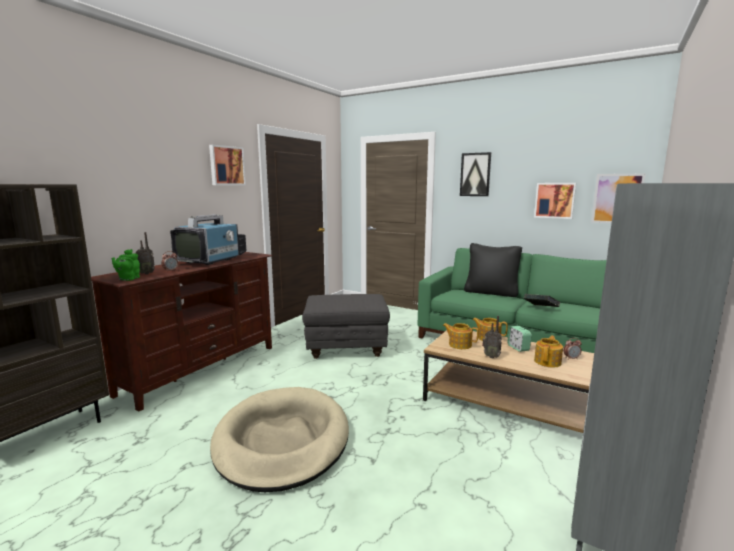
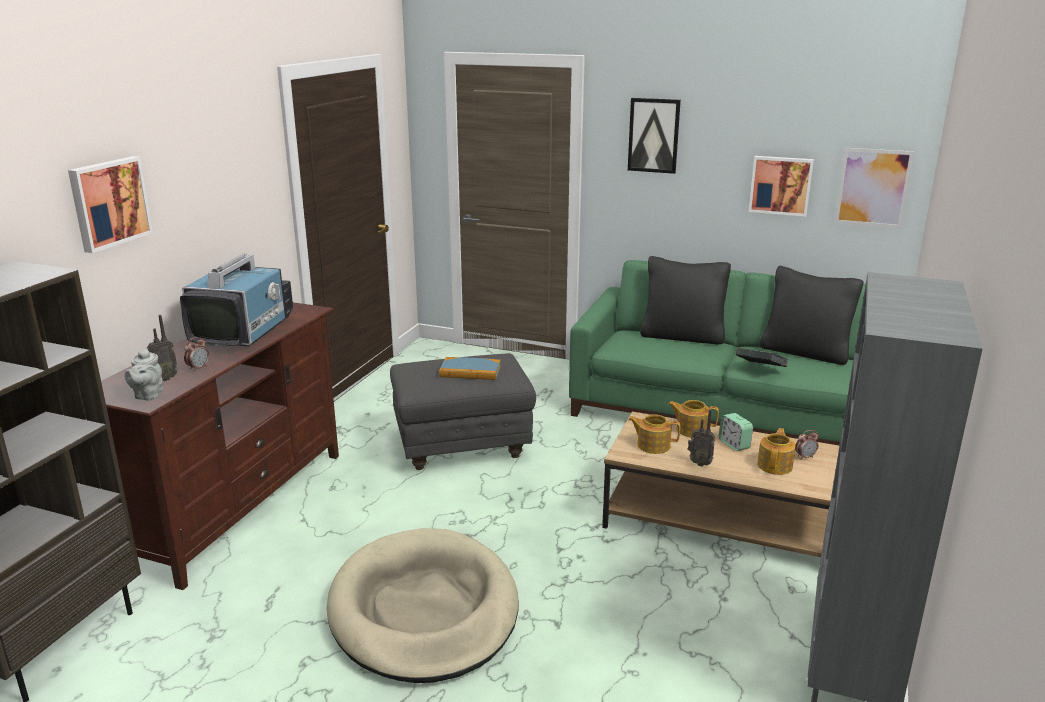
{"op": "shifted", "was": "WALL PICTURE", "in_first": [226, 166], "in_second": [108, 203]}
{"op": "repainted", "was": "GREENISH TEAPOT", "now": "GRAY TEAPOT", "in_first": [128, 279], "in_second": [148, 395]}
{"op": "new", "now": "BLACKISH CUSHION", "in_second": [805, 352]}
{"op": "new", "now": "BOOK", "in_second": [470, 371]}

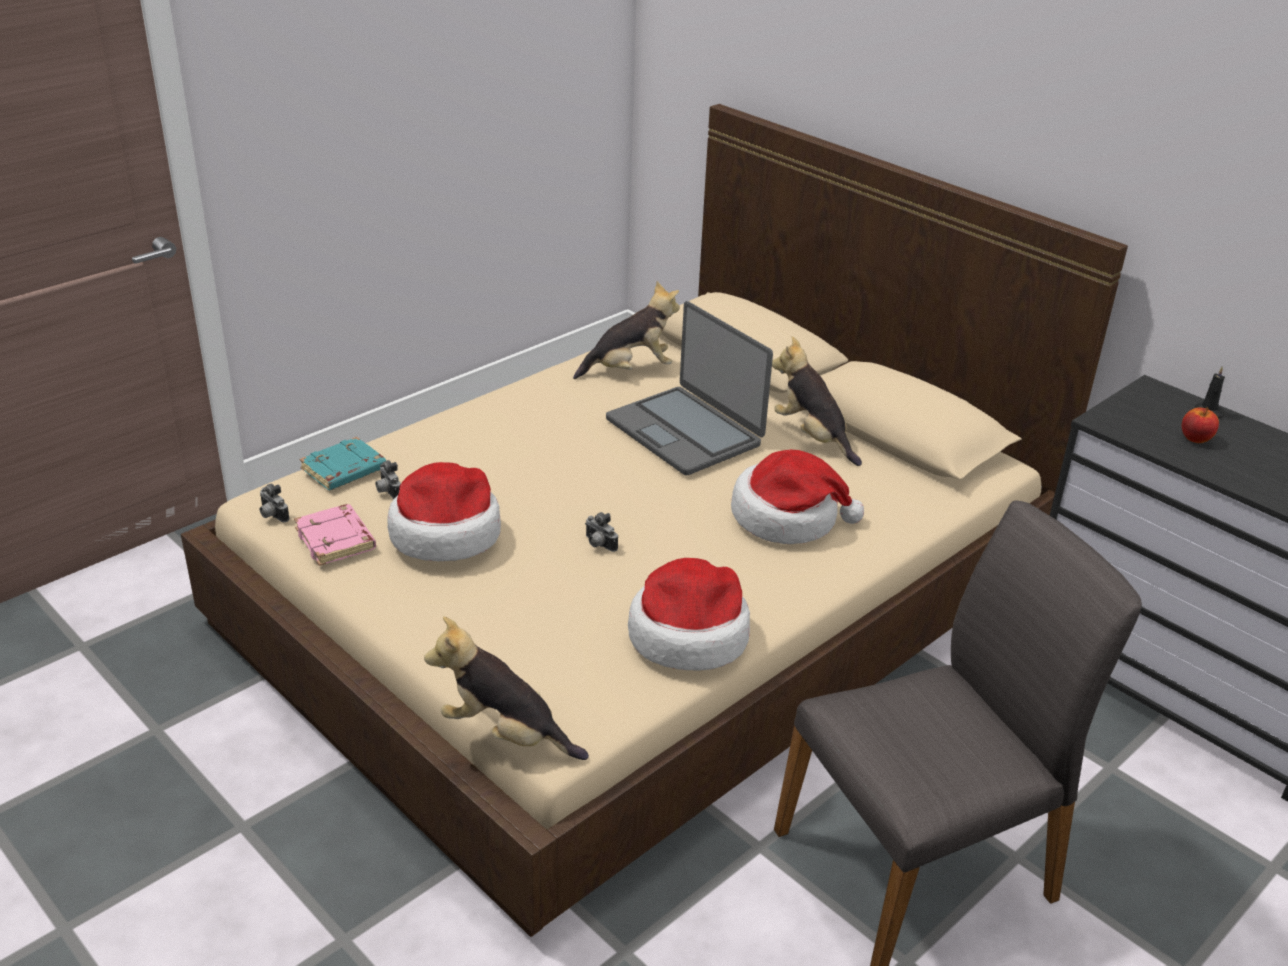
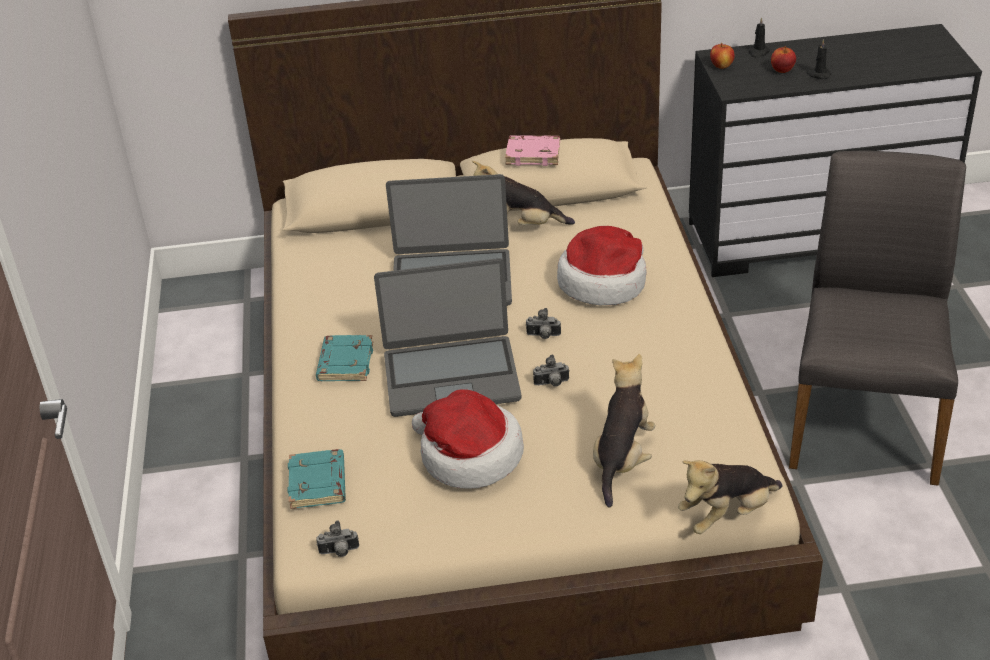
{"op": "shifted", "was": "CUDDLY TOY", "in_first": [630, 370], "in_second": [622, 459]}
{"op": "shifted", "was": "STILL CAMERA", "in_first": [387, 491], "in_second": [543, 336]}
{"op": "shifted", "was": "PINK-COLOURED BOOK", "in_first": [337, 540], "in_second": [534, 154]}
{"op": "gone", "was": "HAT", "in_first": [688, 635]}
{"op": "new", "now": "BLACKISH WAX CANDLE", "in_second": [818, 75]}
{"op": "new", "now": "WHOLE APPLE", "in_second": [721, 66]}
{"op": "new", "now": "LAPTOP", "in_second": [451, 376]}
{"op": "new", "now": "BLUE-GREEN BOOK", "in_second": [344, 362]}

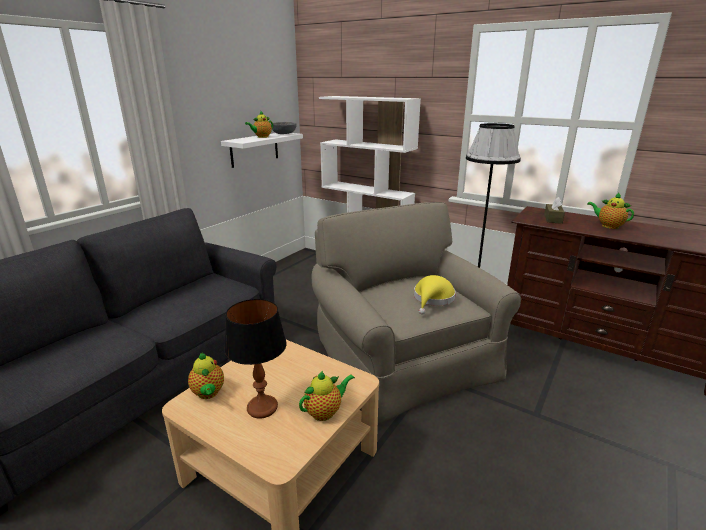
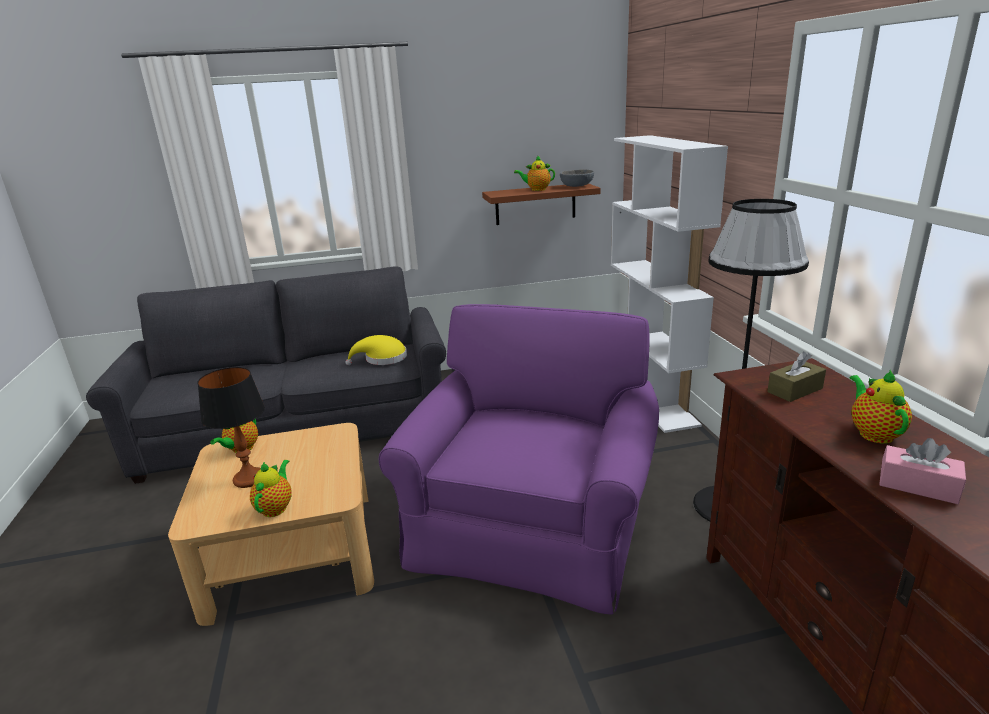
{"op": "repainted", "was": "WHITE SHELF", "now": "BROWN SHELF", "in_first": [254, 149], "in_second": [535, 204]}
{"op": "repainted", "was": "SAND-COLOURED LOUNGE CHAIR", "now": "PURPLE LOUNGE CHAIR", "in_first": [403, 357], "in_second": [532, 520]}
{"op": "shifted", "was": "YELLOW HAT", "in_first": [433, 299], "in_second": [382, 359]}
{"op": "rotated", "was": "TEAPOT", "in_first": [325, 412], "in_second": [276, 507], "clockwise": -90}
{"op": "new", "now": "PINK-COLOURED BOX OF TISSUES", "in_second": [918, 485]}

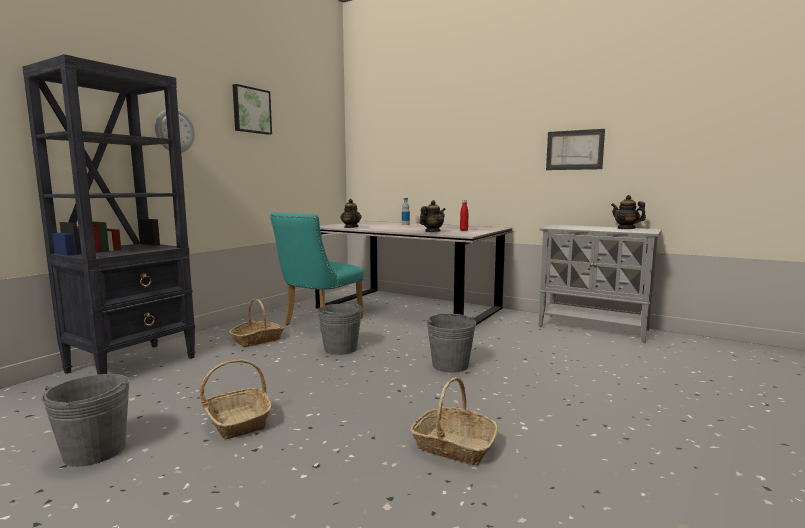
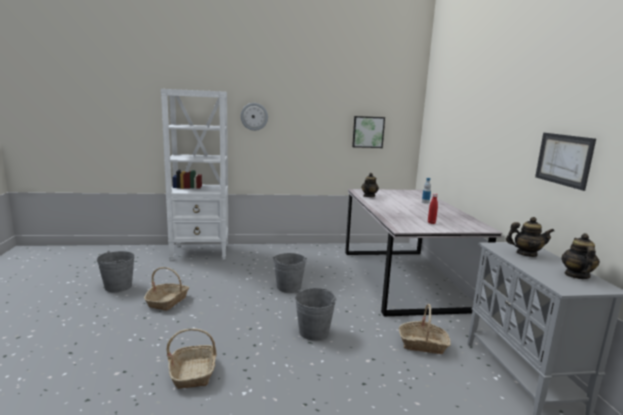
{"op": "repainted", "was": "BLACKISH SHELVING UNIT", "now": "WHITE SHELVING UNIT", "in_first": [133, 364], "in_second": [201, 252]}
{"op": "shifted", "was": "WALL PICTURE", "in_first": [251, 110], "in_second": [368, 132]}
{"op": "shifted", "was": "TEAPOT", "in_first": [432, 232], "in_second": [526, 254]}
{"op": "gone", "was": "BLUE-GREEN UPRIGHT CHAIR", "in_first": [319, 322]}
{"op": "shifted", "was": "BASKET", "in_first": [257, 340], "in_second": [423, 344]}

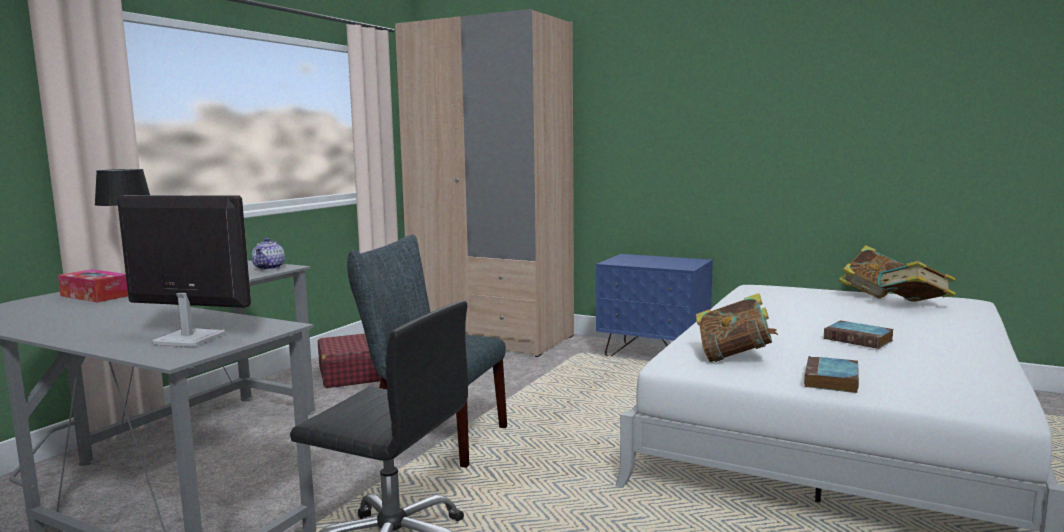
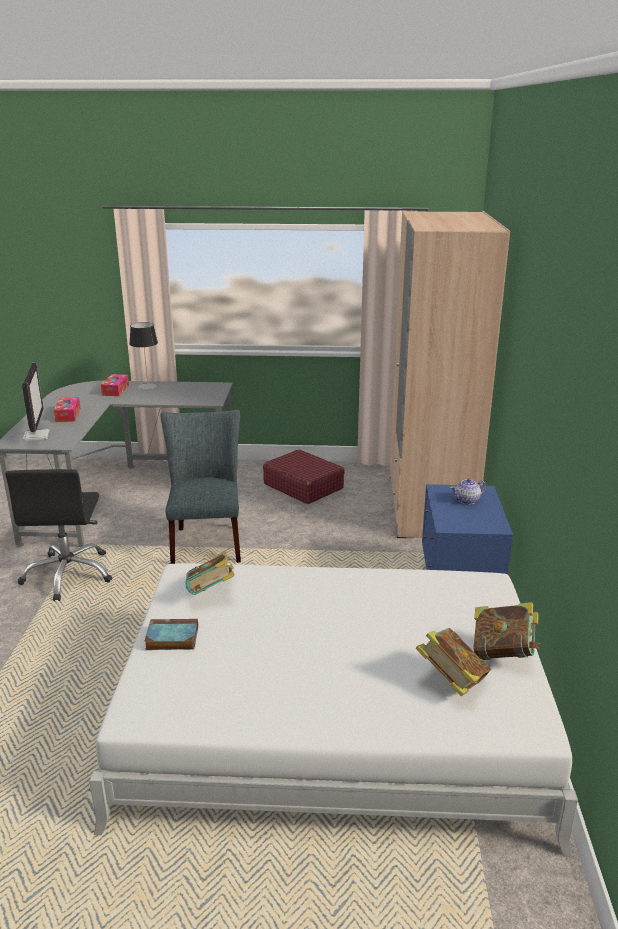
{"op": "shifted", "was": "TEAPOT", "in_first": [269, 268], "in_second": [467, 500]}
{"op": "gone", "was": "BOOK", "in_first": [860, 339]}
{"op": "new", "now": "BOX OF TISSUES", "in_second": [68, 415]}

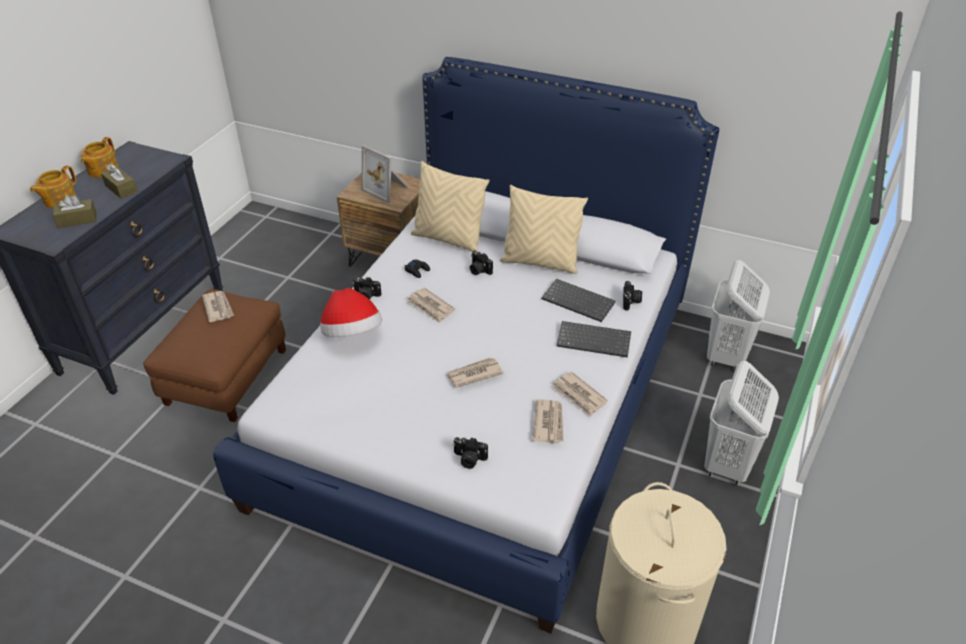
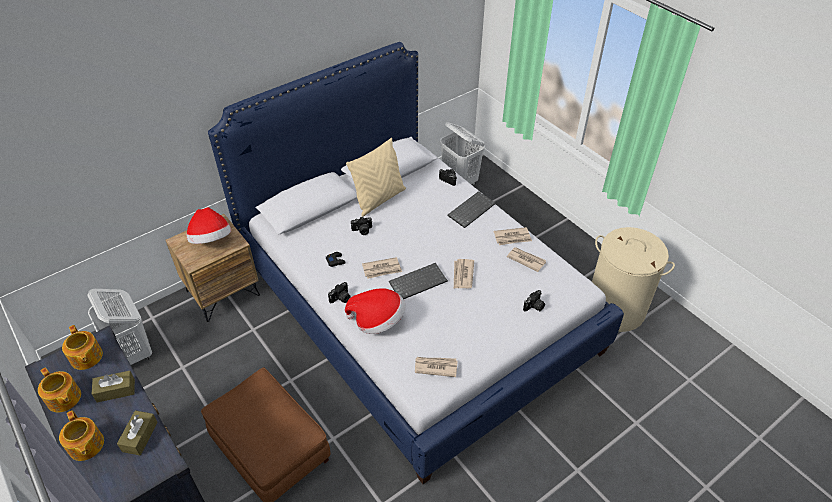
{"op": "swapped", "was": "PHOTO FRAME", "now": "HAT", "in_first": [387, 189], "in_second": [211, 240]}
{"op": "gone", "was": "SAND-COLOURED CUSHION", "in_first": [448, 239]}
{"op": "shifted", "was": "COMPUTER KEYBOARD", "in_first": [579, 301], "in_second": [418, 281]}
{"op": "shifted", "was": "PRINTED PAPER", "in_first": [218, 307], "in_second": [435, 367]}
{"op": "shifted", "was": "WHITE LAUNDRY BASKET", "in_first": [727, 464], "in_second": [134, 353]}
{"op": "new", "now": "TEAPOT", "in_second": [86, 358]}

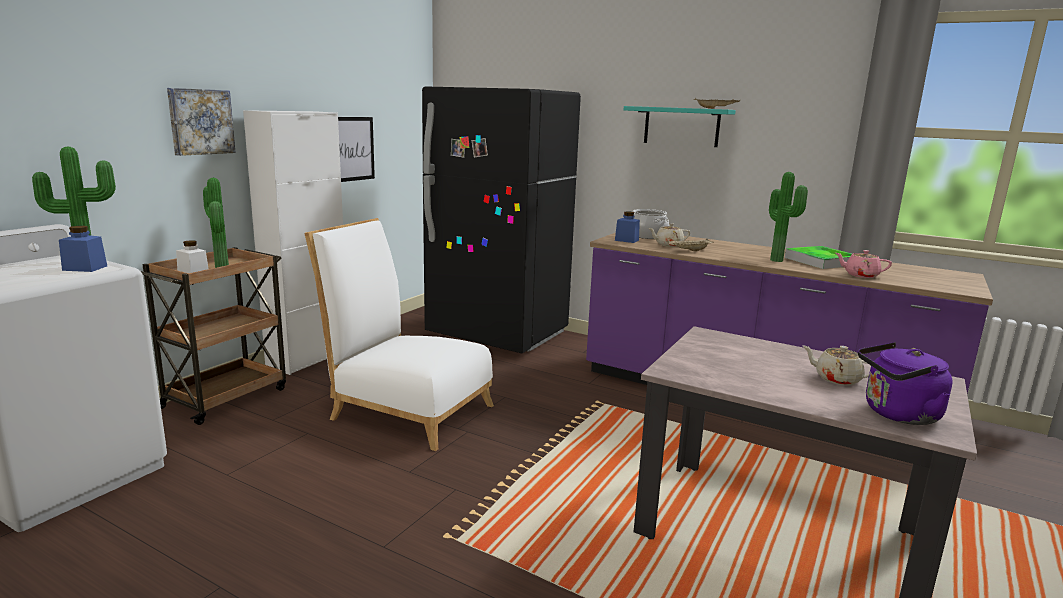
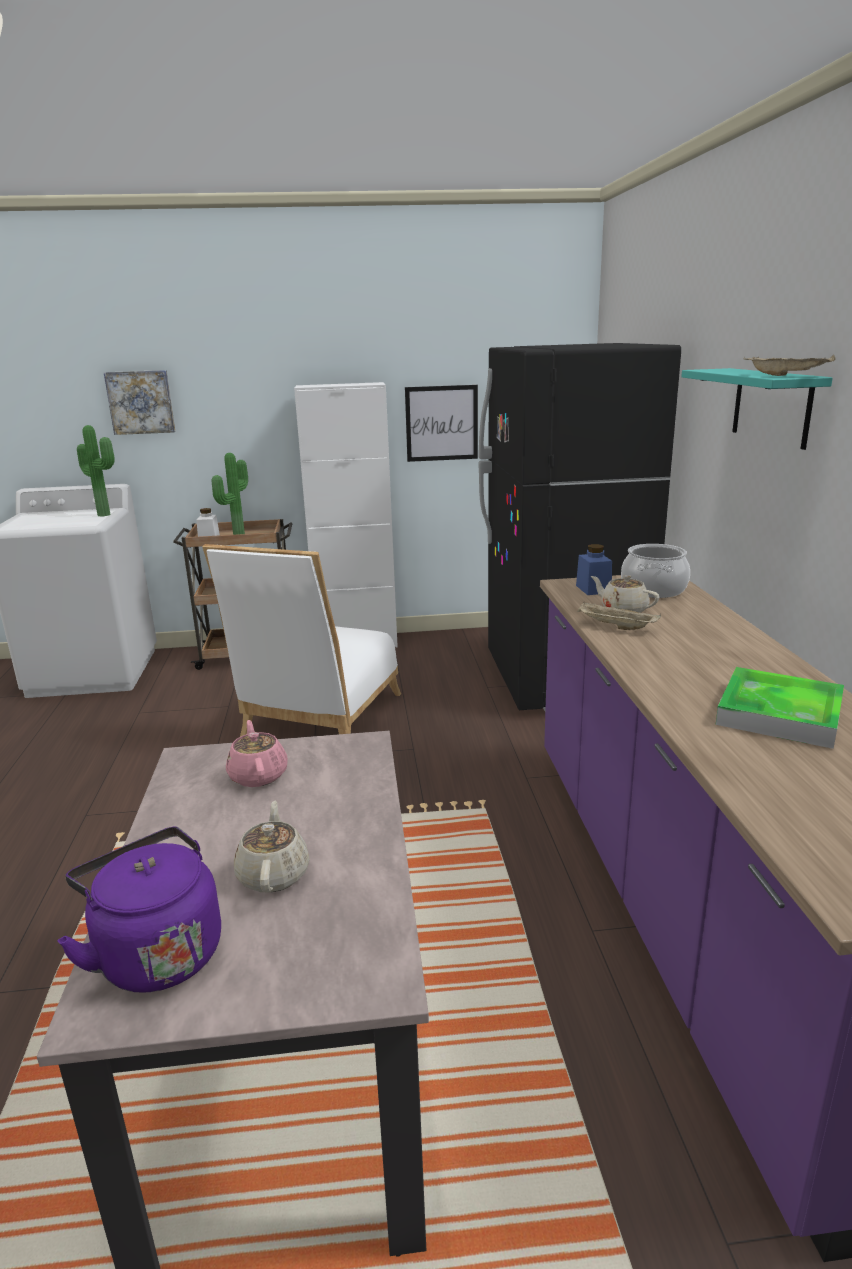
{"op": "shifted", "was": "WALL PICTURE", "in_first": [200, 121], "in_second": [141, 402]}
{"op": "gone", "was": "PLANT IN A POT", "in_first": [778, 260]}
{"op": "rotated", "was": "WHITE UPRIGHT CHAIR", "in_first": [405, 409], "in_second": [318, 719], "clockwise": -150}
{"op": "gone", "was": "BLUE-COLOURED JAR", "in_first": [85, 268]}
{"op": "shifted", "was": "PINK-COLOURED TEAPOT", "in_first": [860, 275], "in_second": [258, 775]}

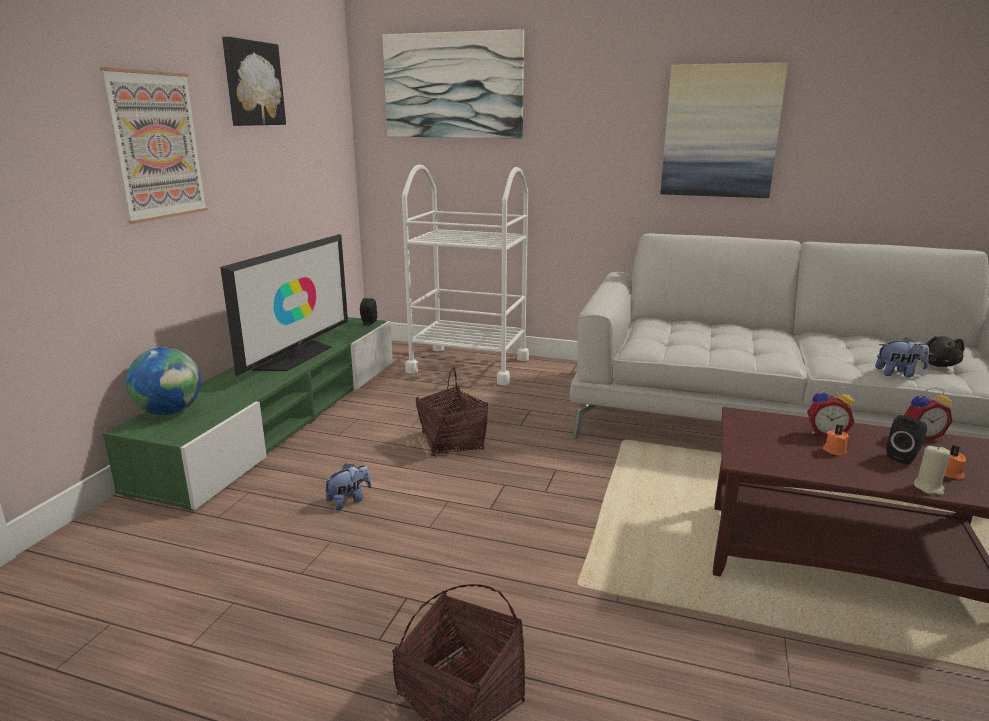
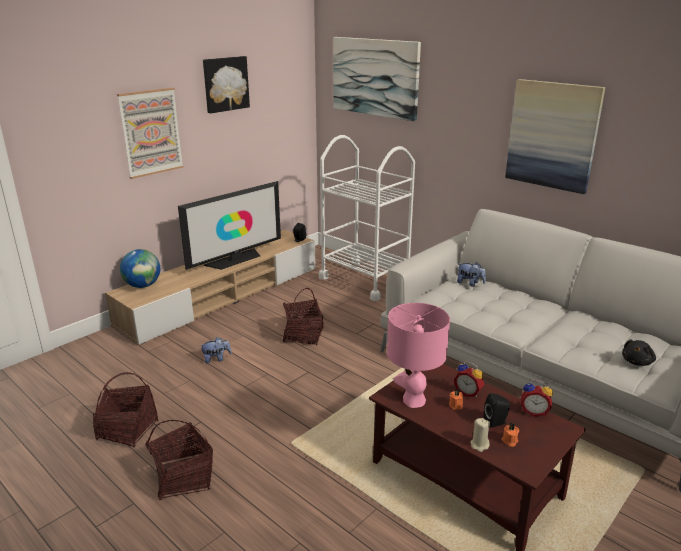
{"op": "repainted", "was": "GREENISH TV UNIT", "now": "SAND-COLOURED TV UNIT", "in_first": [284, 417], "in_second": [223, 296]}
{"op": "shifted", "was": "CUDDLY TOY", "in_first": [898, 374], "in_second": [470, 283]}
{"op": "new", "now": "PINK-COLOURED TABLE LAMP", "in_second": [413, 400]}
{"op": "new", "now": "BASKET", "in_second": [128, 430]}

